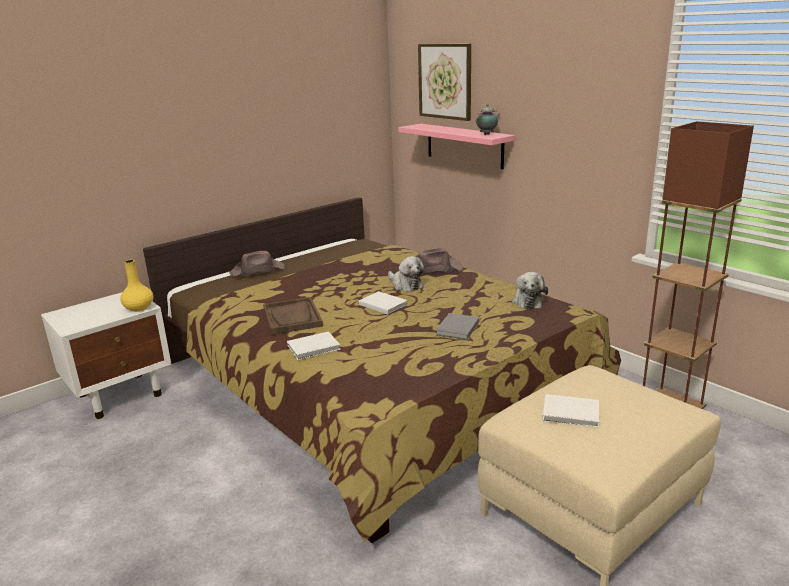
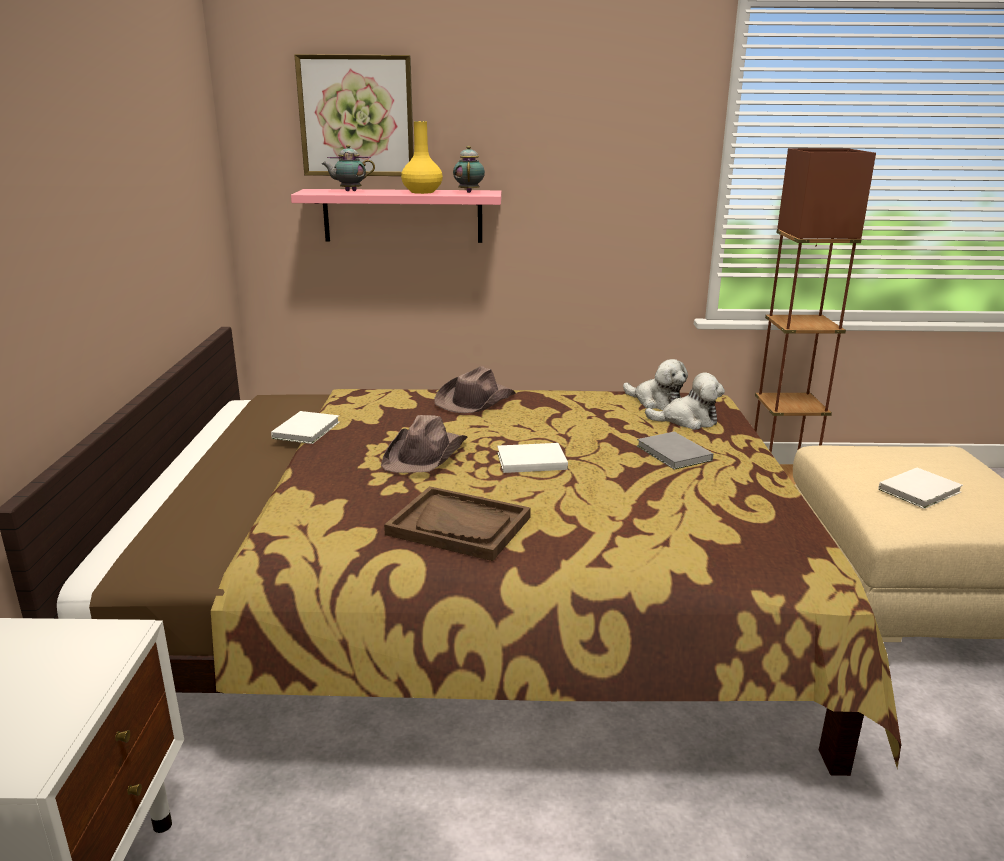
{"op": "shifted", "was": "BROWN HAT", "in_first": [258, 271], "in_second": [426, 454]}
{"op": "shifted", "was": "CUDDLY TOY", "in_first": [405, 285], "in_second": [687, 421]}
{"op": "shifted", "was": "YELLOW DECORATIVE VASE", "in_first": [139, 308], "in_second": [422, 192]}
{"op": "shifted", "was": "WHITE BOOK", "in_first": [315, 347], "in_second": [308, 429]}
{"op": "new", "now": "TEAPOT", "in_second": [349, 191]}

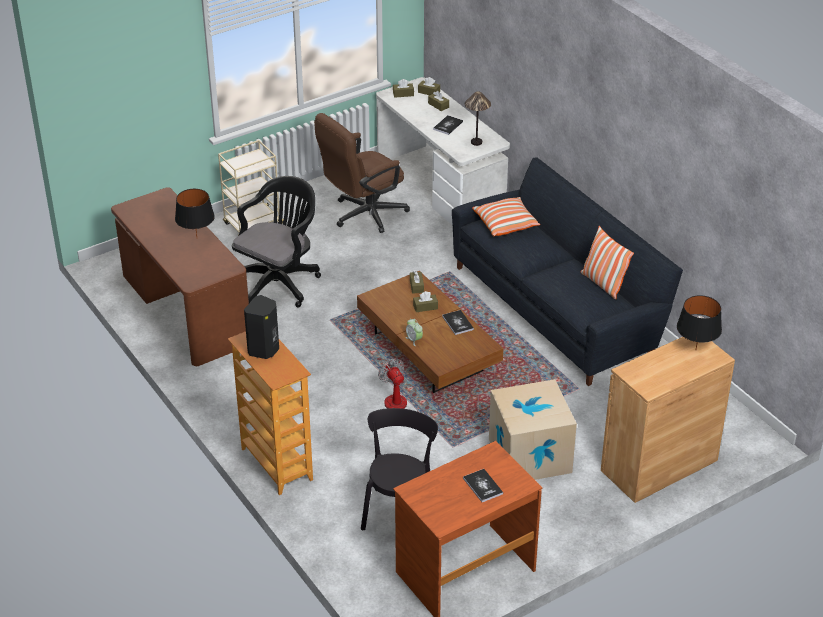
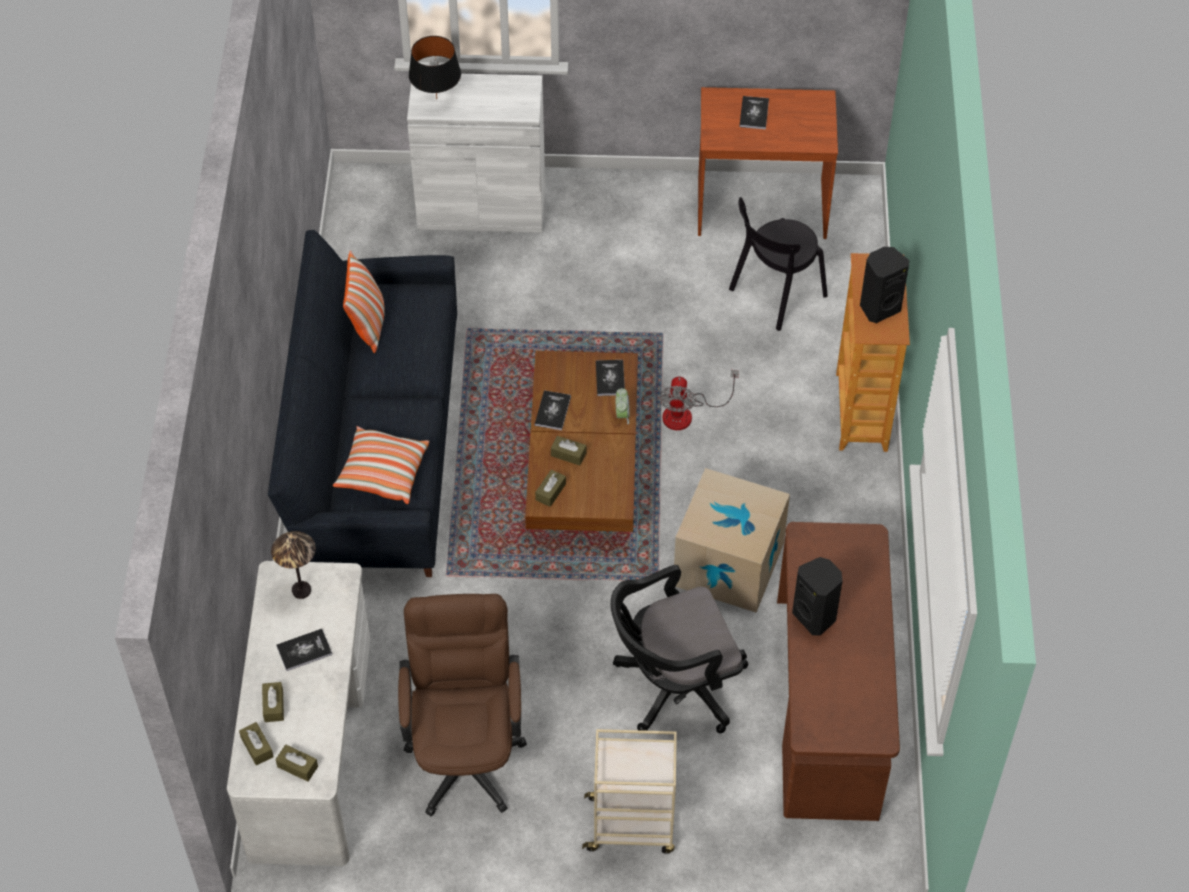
{"op": "rotated", "was": "BROWN DESK CHAIR", "in_first": [363, 215], "in_second": [465, 751], "clockwise": -90}
{"op": "swapped", "was": "BLACKISH TABLE LAMP", "now": "BLACKISH AUDIO SPEAKER", "in_first": [196, 238], "in_second": [815, 616]}
{"op": "repainted", "was": "BROWN CABINET", "now": "WHITE CABINET", "in_first": [659, 465], "in_second": [481, 208]}
{"op": "shifted", "was": "CARTON", "in_first": [529, 455], "in_second": [728, 564]}
{"op": "new", "now": "BOOK", "in_second": [610, 378]}

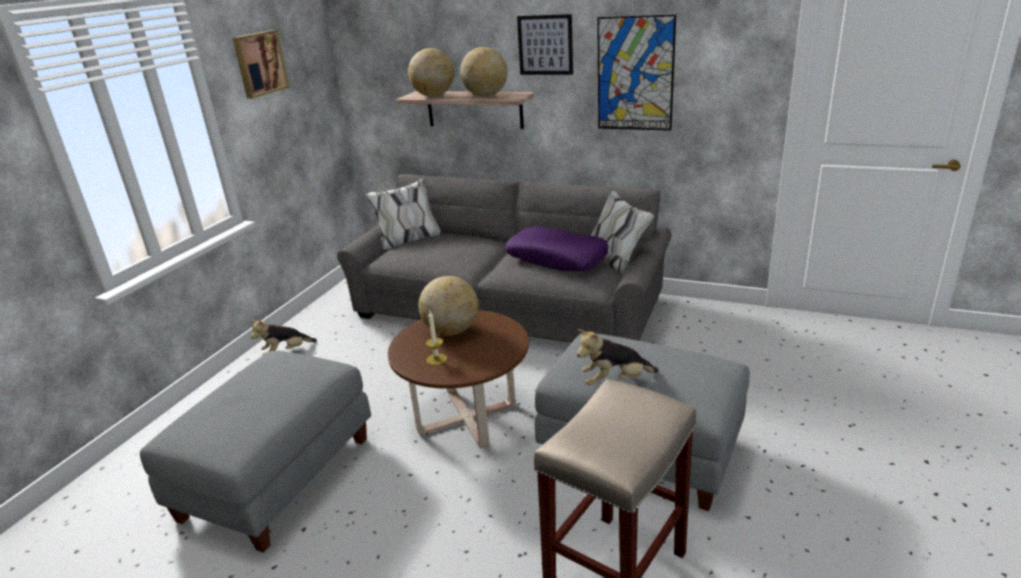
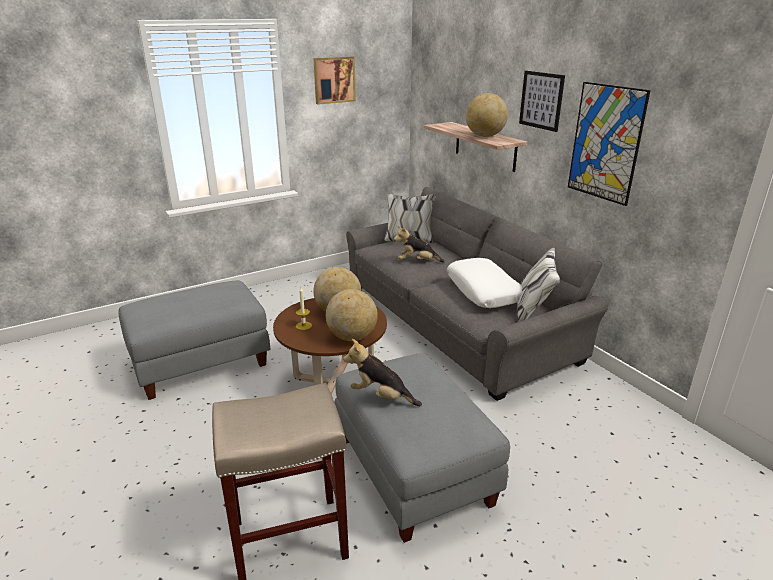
{"op": "shifted", "was": "DESK GLOBE", "in_first": [434, 96], "in_second": [352, 337]}
{"op": "repainted", "was": "PURPLE CUSHION", "now": "WHITE CUSHION", "in_first": [557, 258], "in_second": [483, 291]}
{"op": "shifted", "was": "CUDDLY TOY", "in_first": [286, 352], "in_second": [417, 262]}

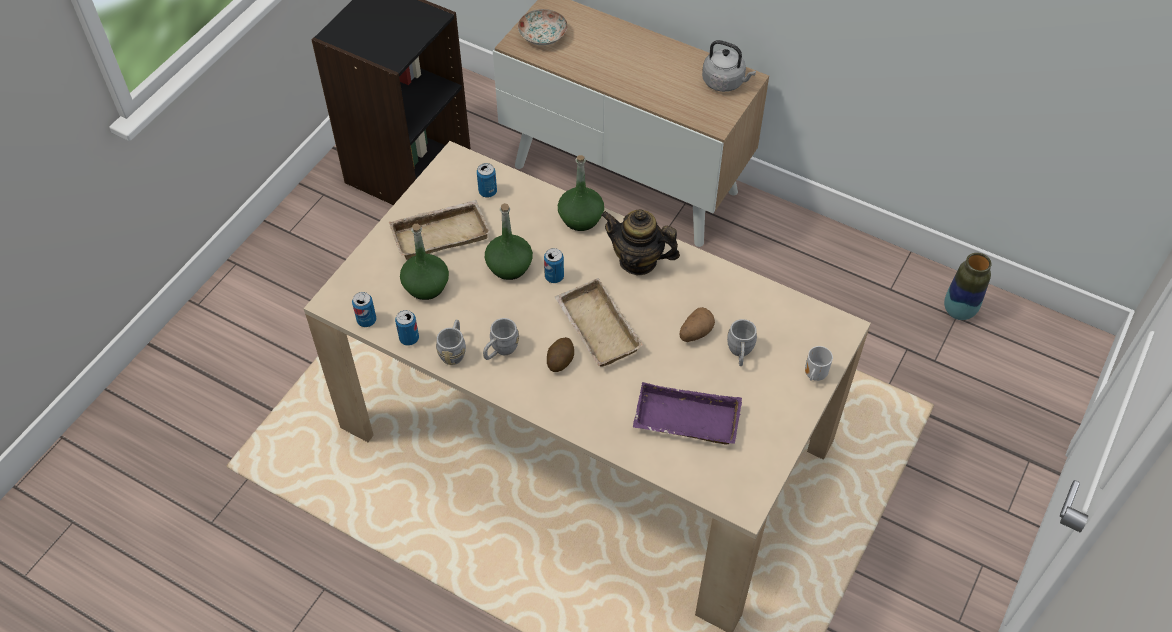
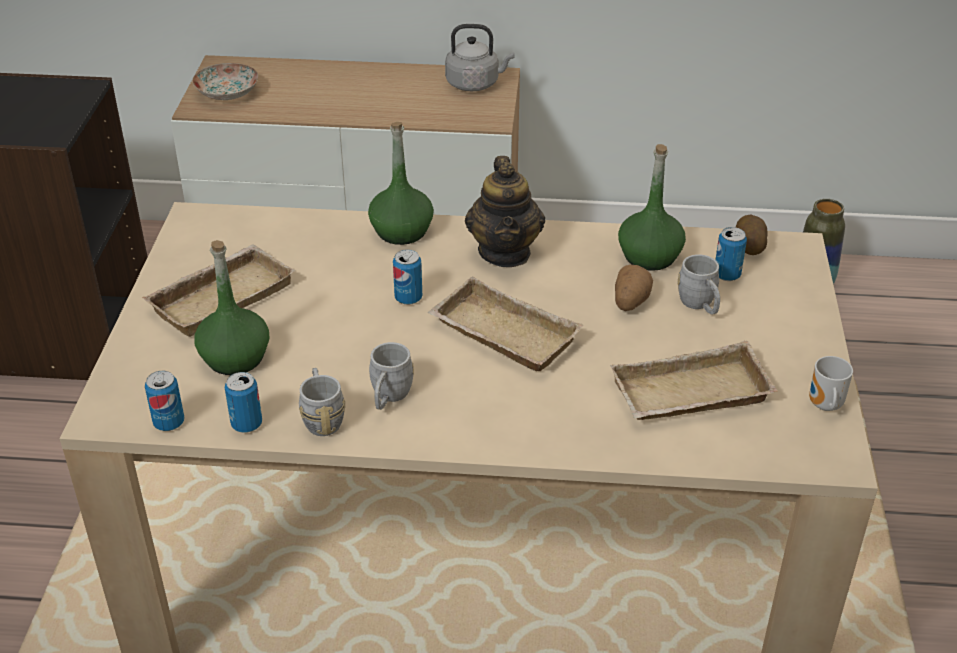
{"op": "shifted", "was": "CAN", "in_first": [487, 192], "in_second": [727, 275]}
{"op": "shifted", "was": "GREENISH BEVERAGE BOTTLE", "in_first": [509, 266], "in_second": [650, 256]}
{"op": "rotated", "was": "TEAPOT", "in_first": [638, 261], "in_second": [505, 252], "clockwise": -90}
{"op": "shifted", "was": "SPUD", "in_first": [560, 360], "in_second": [748, 246]}
{"op": "shifted", "was": "MUG", "in_first": [813, 375], "in_second": [824, 406]}
{"op": "repainted", "was": "PURPLE CARRYING TRAY", "now": "SAND-COLOURED CARRYING TRAY", "in_first": [684, 421], "in_second": [690, 396]}

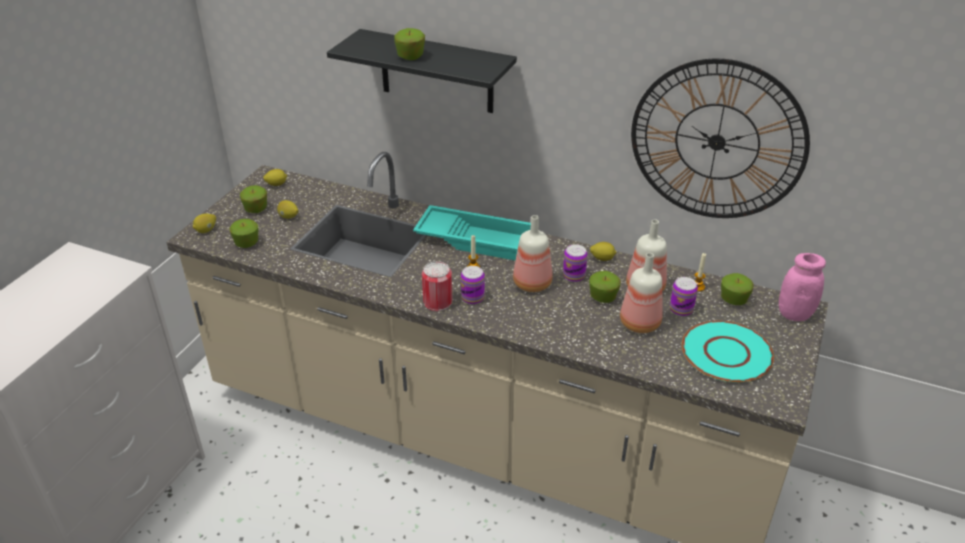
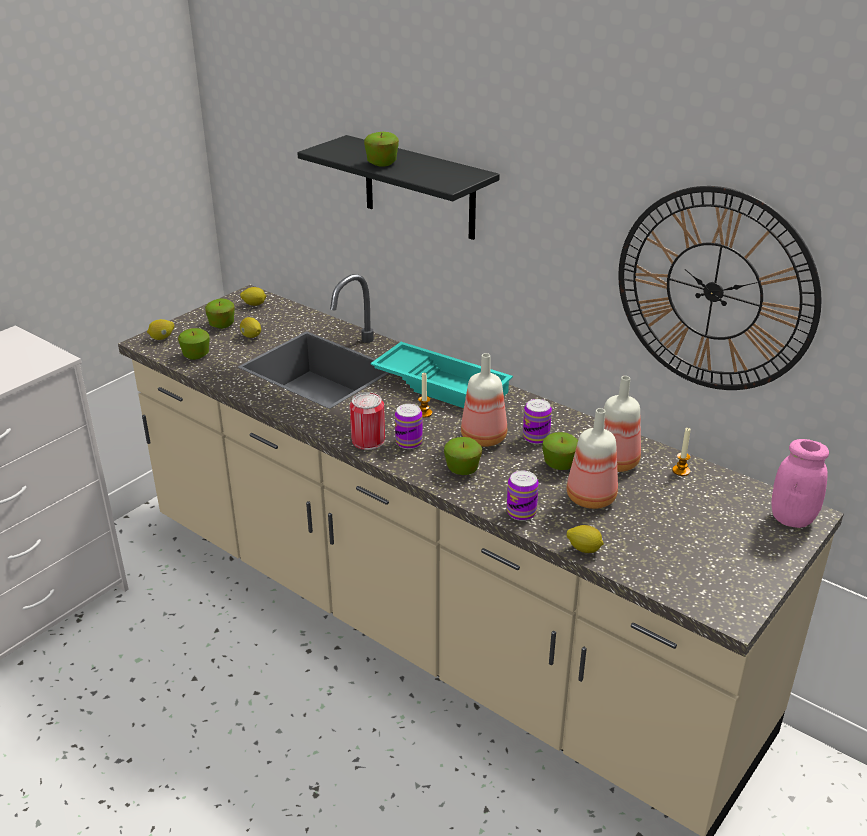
{"op": "shifted", "was": "LEMON", "in_first": [602, 259], "in_second": [584, 549]}
{"op": "shifted", "was": "WHOLE APPLE", "in_first": [733, 300], "in_second": [462, 469]}
{"op": "shifted", "was": "CAN", "in_first": [681, 309], "in_second": [521, 512]}
{"op": "gone", "was": "BLUE-GREEN FLAT DISH", "in_first": [727, 353]}

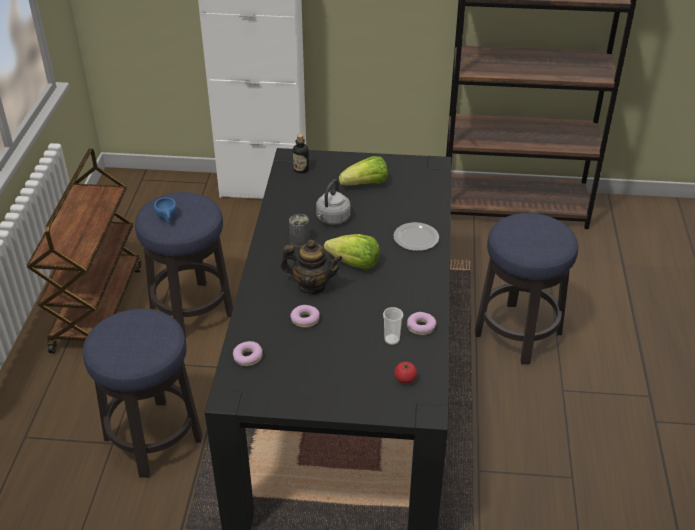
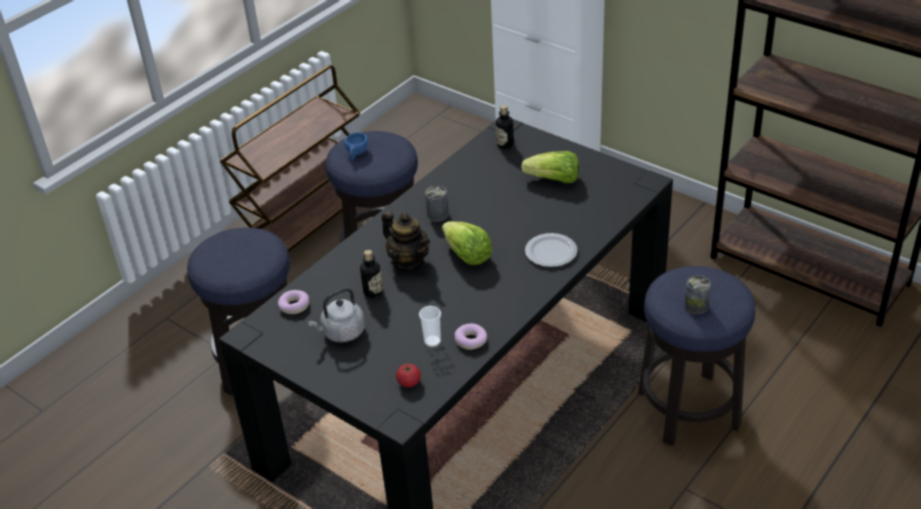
{"op": "shifted", "was": "GRAY KETTLE", "in_first": [332, 219], "in_second": [341, 333]}
{"op": "swapped", "was": "DONUT", "now": "BEVERAGE BOTTLE", "in_first": [305, 319], "in_second": [373, 291]}
{"op": "new", "now": "CAN", "in_second": [696, 306]}

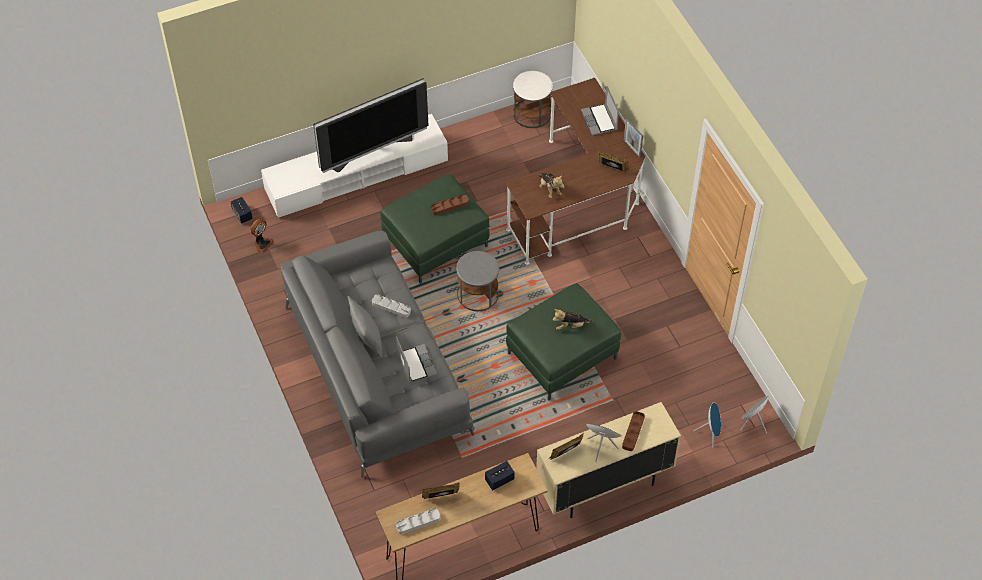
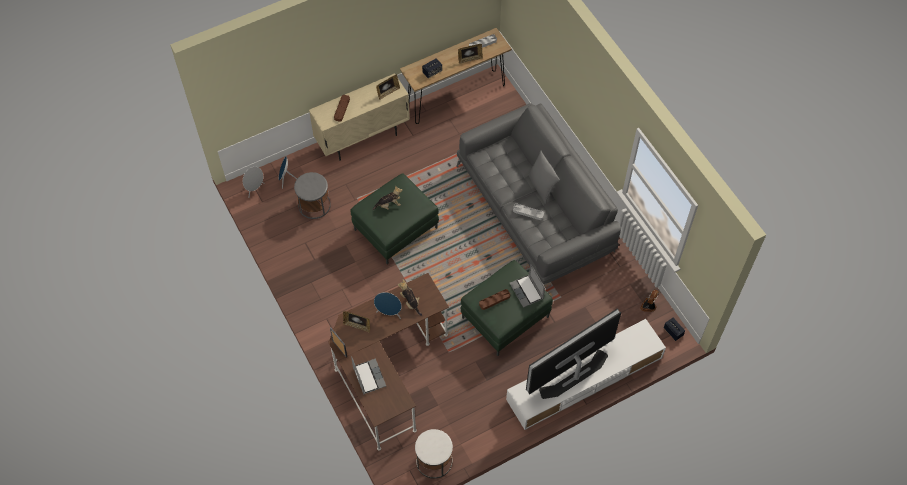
{"op": "shifted", "was": "GRAY SIDE TABLE", "in_first": [478, 295], "in_second": [314, 205]}
{"op": "shifted", "was": "LAPTOP", "in_first": [416, 364], "in_second": [527, 291]}
{"op": "shifted", "was": "BLUE-COLOURED AUDIO SPEAKER", "in_first": [601, 446], "in_second": [389, 313]}

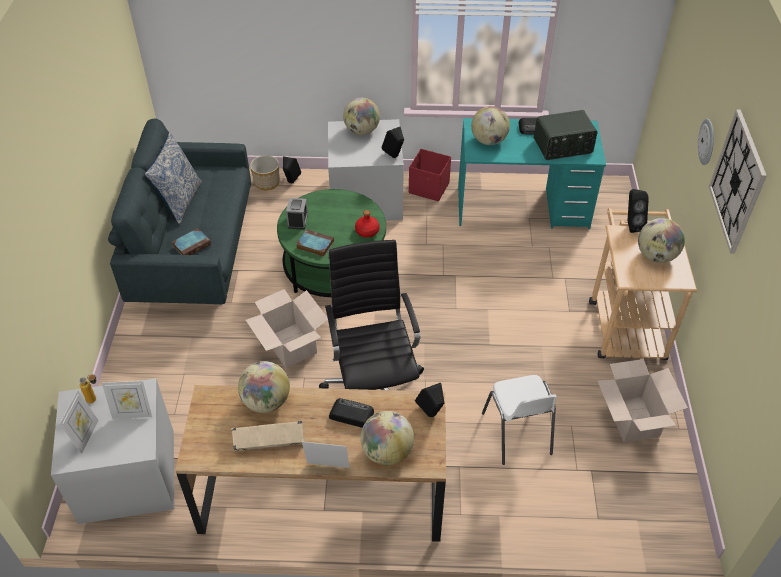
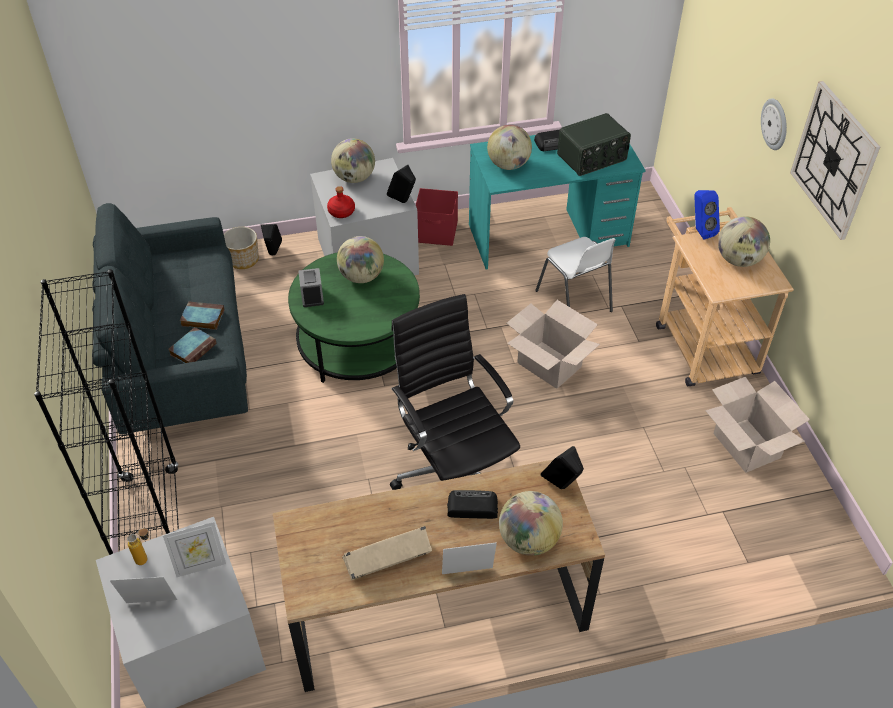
{"op": "gone", "was": "CUSHION", "in_first": [180, 201]}
{"op": "repainted", "was": "BLACKISH AUDIO SPEAKER", "now": "BLUE-COLOURED AUDIO SPEAKER", "in_first": [631, 225], "in_second": [700, 231]}
{"op": "shifted", "was": "RED-COLOURED BEVERAGE BOTTLE", "in_first": [367, 231], "in_second": [341, 212]}
{"op": "shifted", "was": "BOOK", "in_first": [314, 245], "in_second": [202, 318]}
{"op": "shifted", "was": "CARTON", "in_first": [291, 345], "in_second": [549, 364]}
{"op": "shifted", "was": "DESK GLOBE", "in_first": [266, 401], "in_second": [361, 277]}
{"op": "shifted", "was": "WHITE UPRIGHT CHAIR", "in_first": [517, 434], "in_second": [574, 301]}
{"op": "rotated", "was": "PHOTO FRAME", "in_first": [86, 436], "in_second": [151, 606], "clockwise": -90}
{"op": "new", "now": "BLACKISH SHELVING UNIT", "in_second": [152, 526]}

